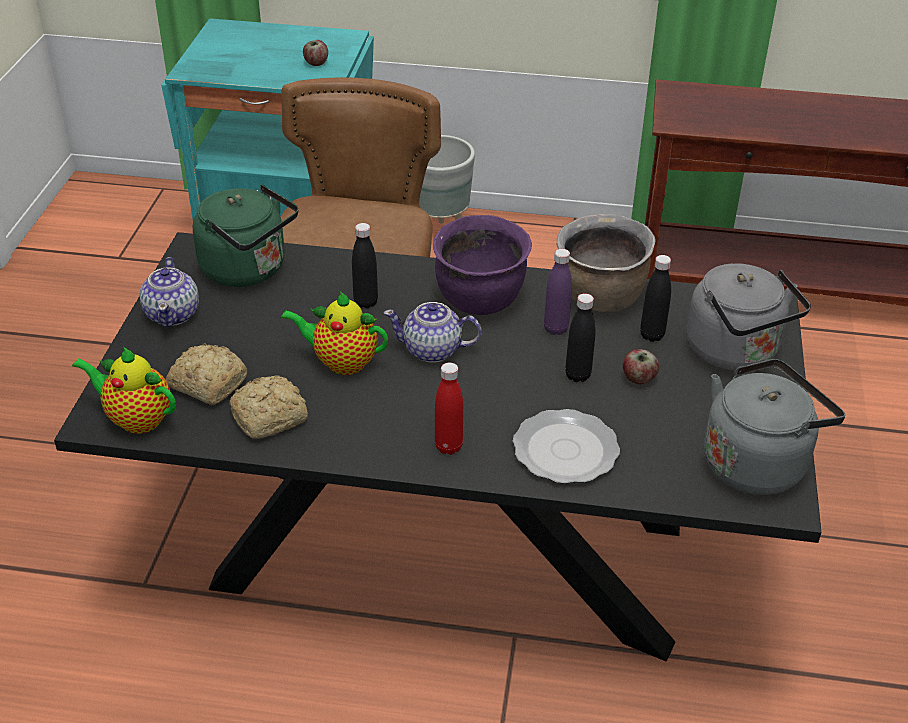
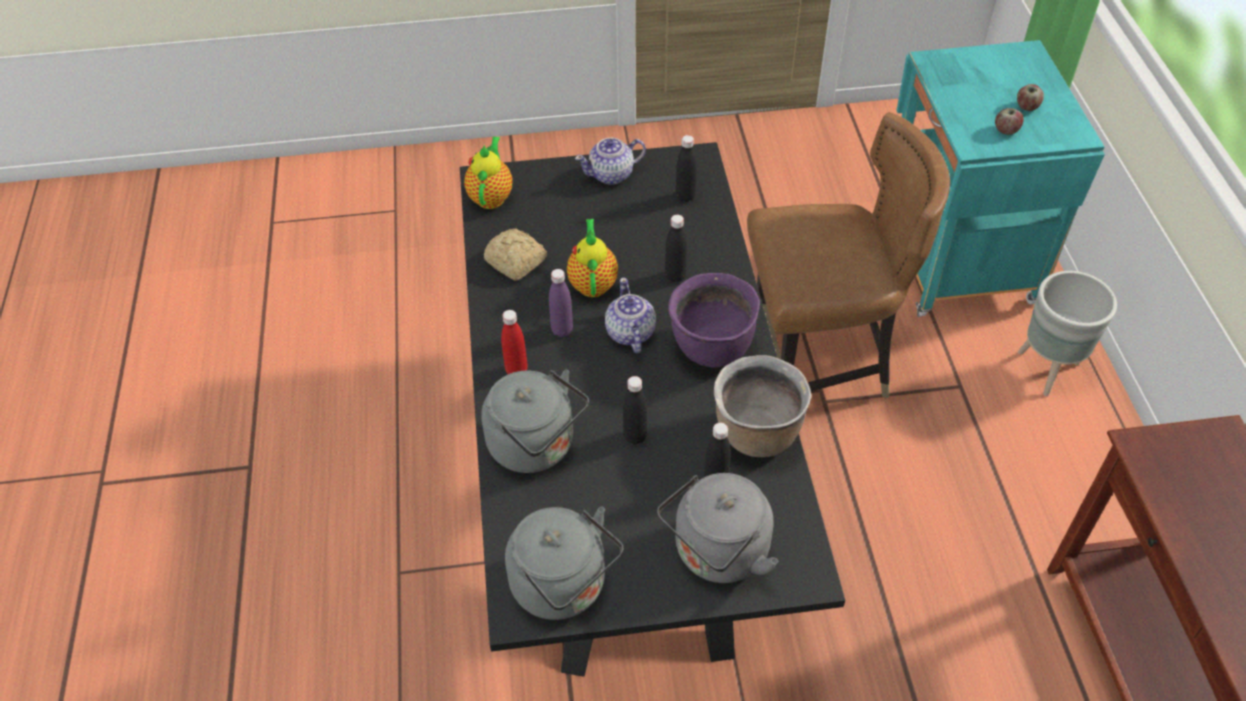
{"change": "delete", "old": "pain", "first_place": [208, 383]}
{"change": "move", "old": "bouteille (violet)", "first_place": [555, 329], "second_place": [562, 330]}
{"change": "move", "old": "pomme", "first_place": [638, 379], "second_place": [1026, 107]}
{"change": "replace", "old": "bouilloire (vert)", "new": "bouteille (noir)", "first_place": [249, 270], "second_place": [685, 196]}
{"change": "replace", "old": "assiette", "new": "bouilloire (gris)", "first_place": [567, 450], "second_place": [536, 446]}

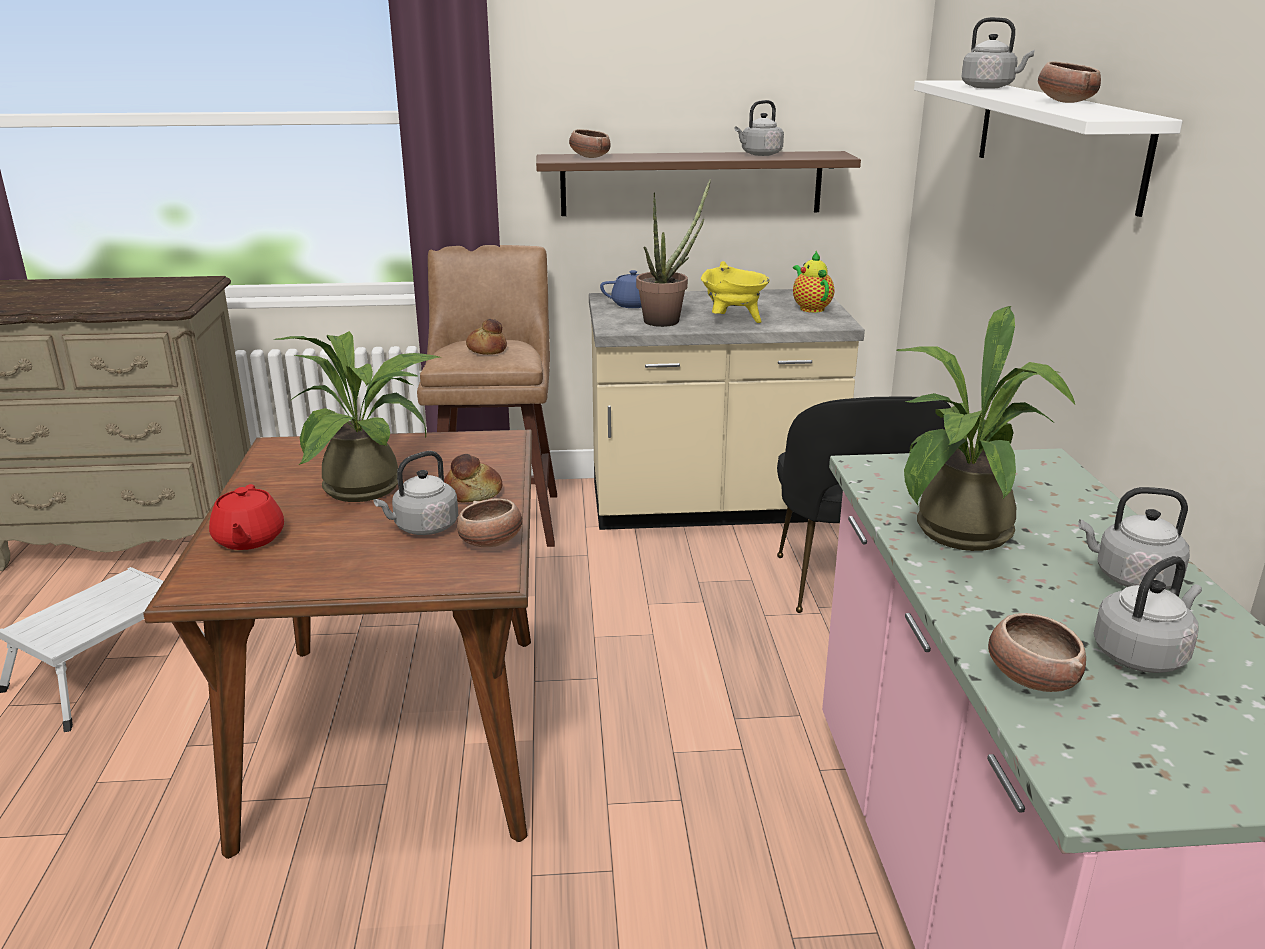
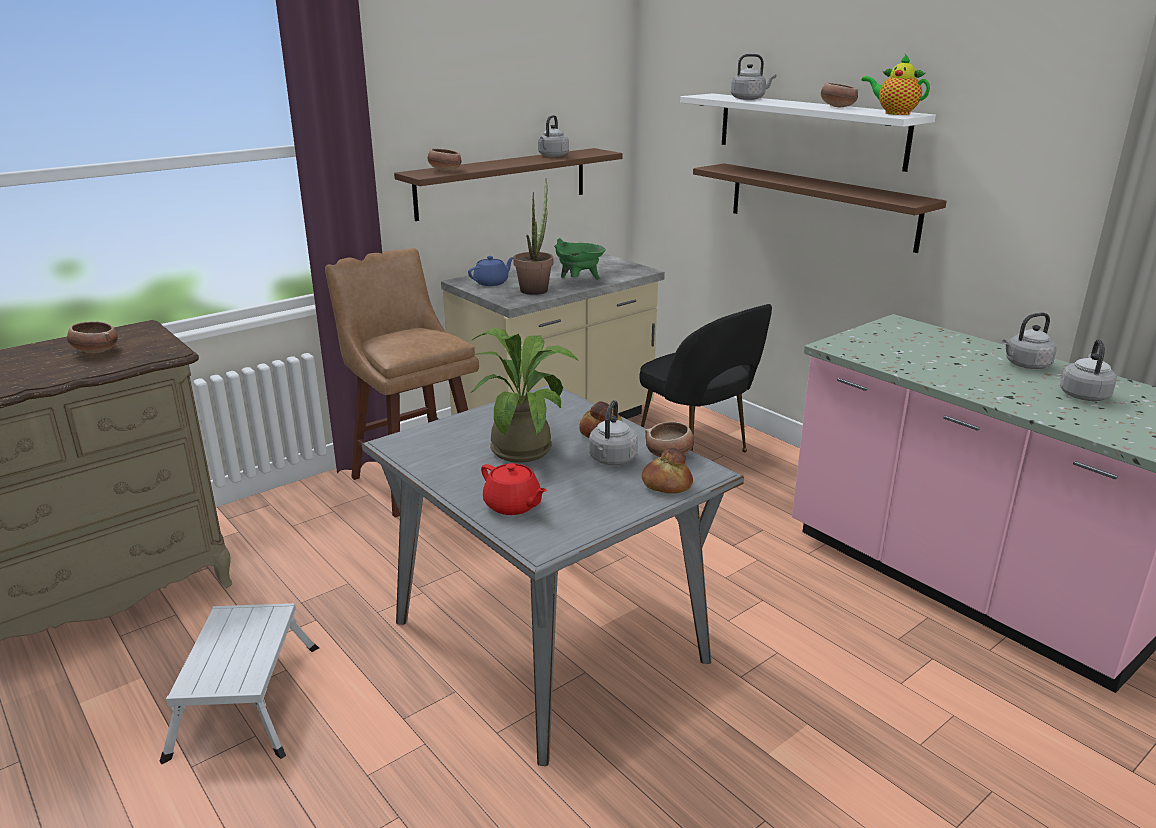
{"change": "delete", "old": "plante en pot", "first_place": [957, 536]}
{"change": "insert", "new": "étagère (marron)", "second_place": [821, 205]}
{"change": "move", "old": "pain", "first_place": [487, 349], "second_place": [666, 484]}
{"change": "move", "old": "théière", "first_place": [810, 308], "second_place": [894, 113]}
{"change": "move", "old": "bol", "first_place": [1030, 678], "second_place": [95, 351]}
{"change": "recolor", "old": "table à manger (marron)", "new": "table à manger (gris)", "first_place": [398, 734], "second_place": [550, 641]}
{"change": "recolor", "old": "marmite (jaune)", "new": "marmite (vert)", "first_place": [733, 321], "second_place": [579, 281]}

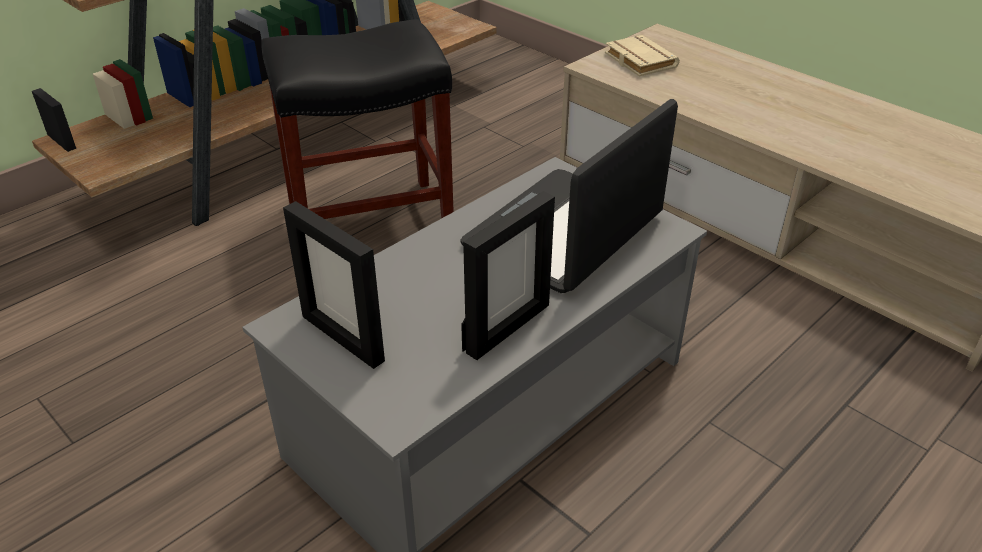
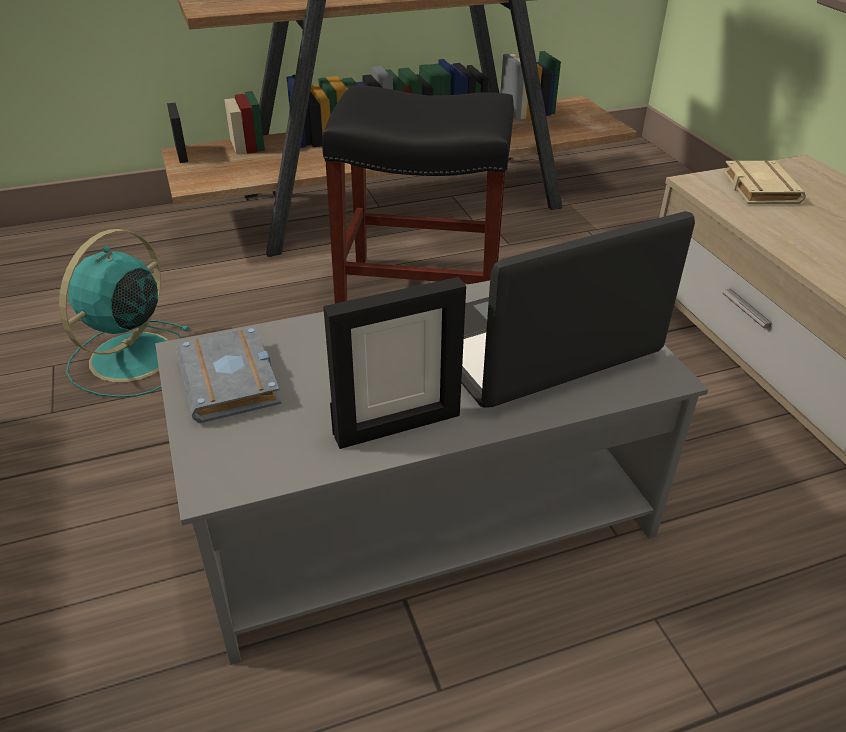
{"change": "insert", "new": "ventilateur (turquoise)", "second_place": [129, 359]}
{"change": "replace", "old": "cadre photo", "new": "livre (gris)", "first_place": [344, 337], "second_place": [233, 382]}

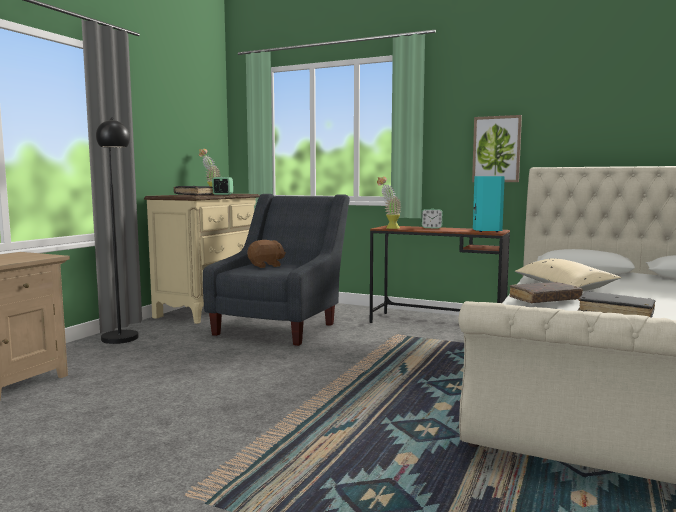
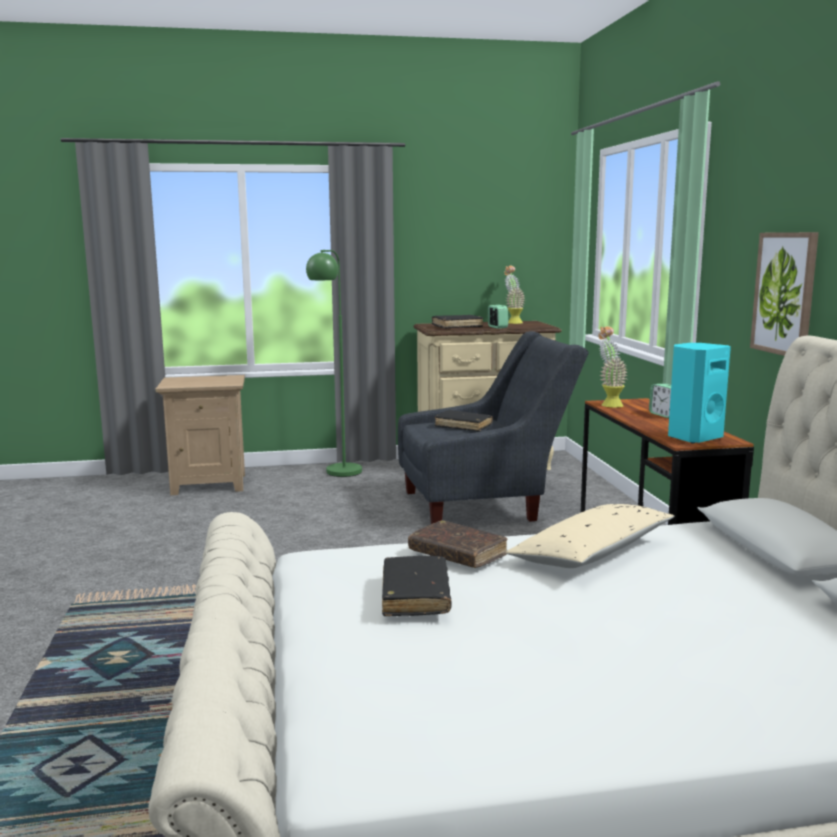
{"change": "replace", "old": "peluche (marron)", "new": "livre (noir)", "first_place": [266, 266], "second_place": [463, 426]}
{"change": "recolor", "old": "lampadaire (noir)", "new": "lampadaire (vert)", "first_place": [122, 341], "second_place": [338, 475]}

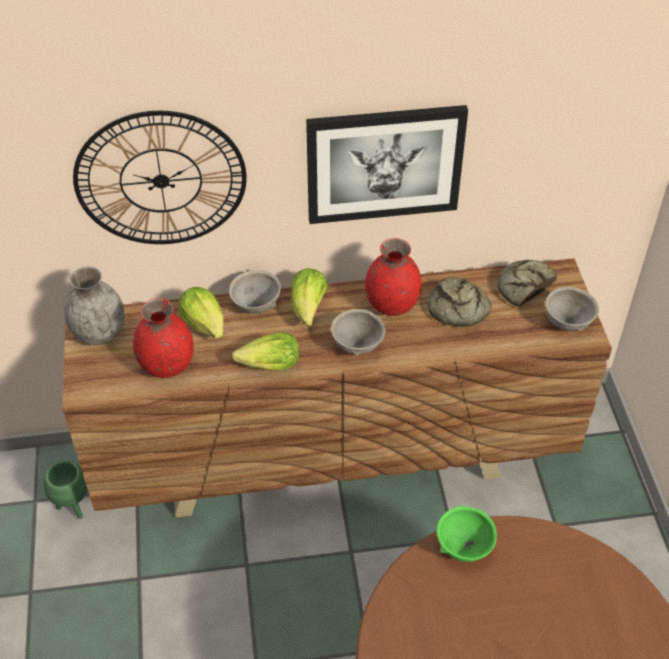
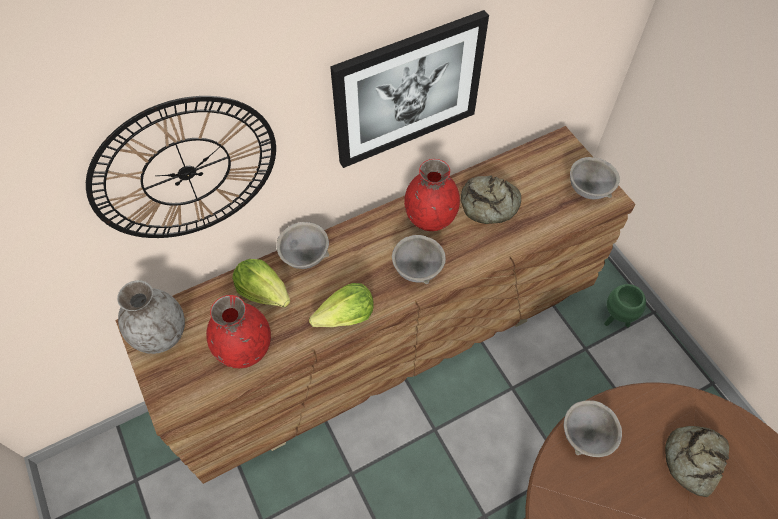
{"change": "delete", "old": "laitue", "first_place": [308, 309]}
{"change": "move", "old": "cache-pot (vert)", "first_place": [74, 507], "second_place": [616, 319]}
{"change": "move", "old": "pain", "first_place": [523, 286], "second_place": [693, 460]}
{"change": "recolor", "old": "bol (vert)", "new": "bol (gris)", "first_place": [464, 547], "second_place": [586, 436]}

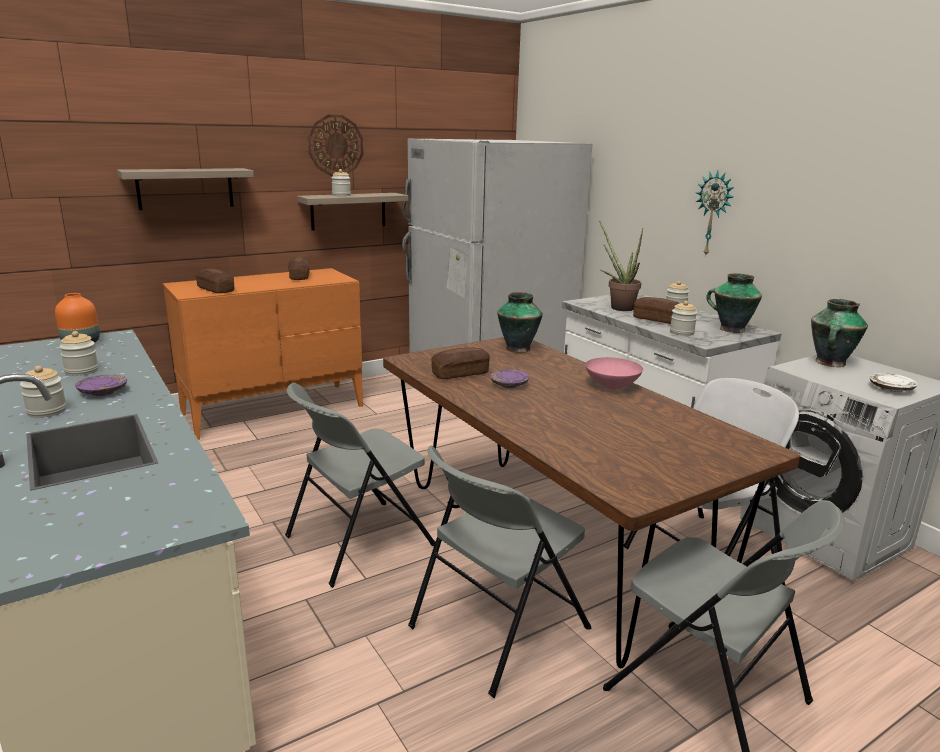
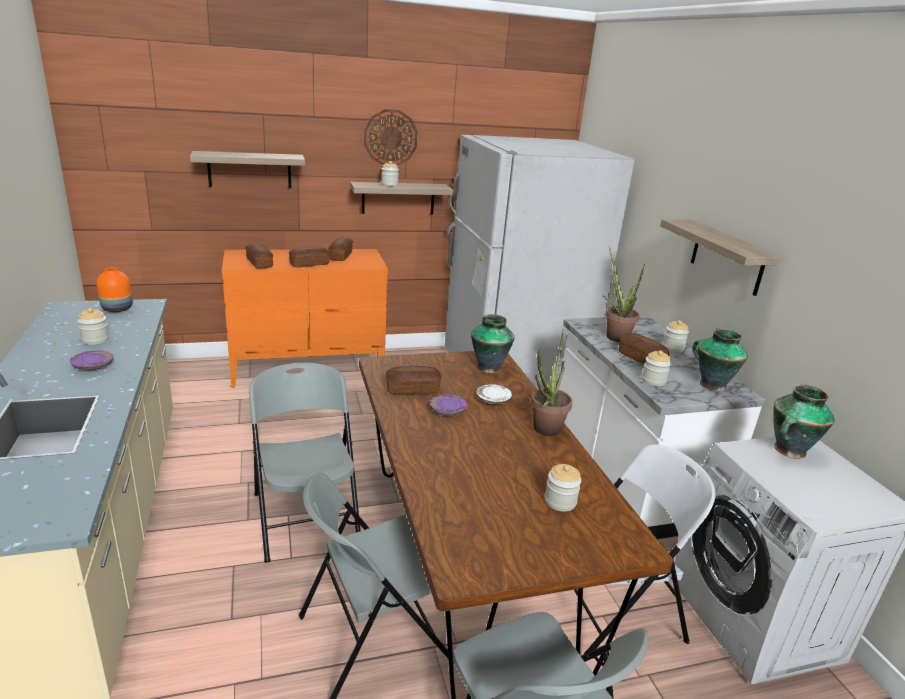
{"change": "insert", "new": "pain", "second_place": [309, 264]}
{"change": "move", "old": "bocal", "first_place": [47, 411], "second_place": [560, 501]}
{"change": "move", "old": "assiette (blanc)", "first_place": [891, 389], "second_place": [493, 400]}
{"change": "replace", "old": "bol (rose)", "new": "plante en pot", "first_place": [611, 386], "second_place": [544, 431]}
{"change": "replace", "old": "horloge murale", "new": "étagère", "first_place": [714, 214], "second_place": [727, 257]}
{"change": "rotate", "old": "chaise (gris)", "first_place": [359, 540], "second_place": [306, 518], "degrees": 90}

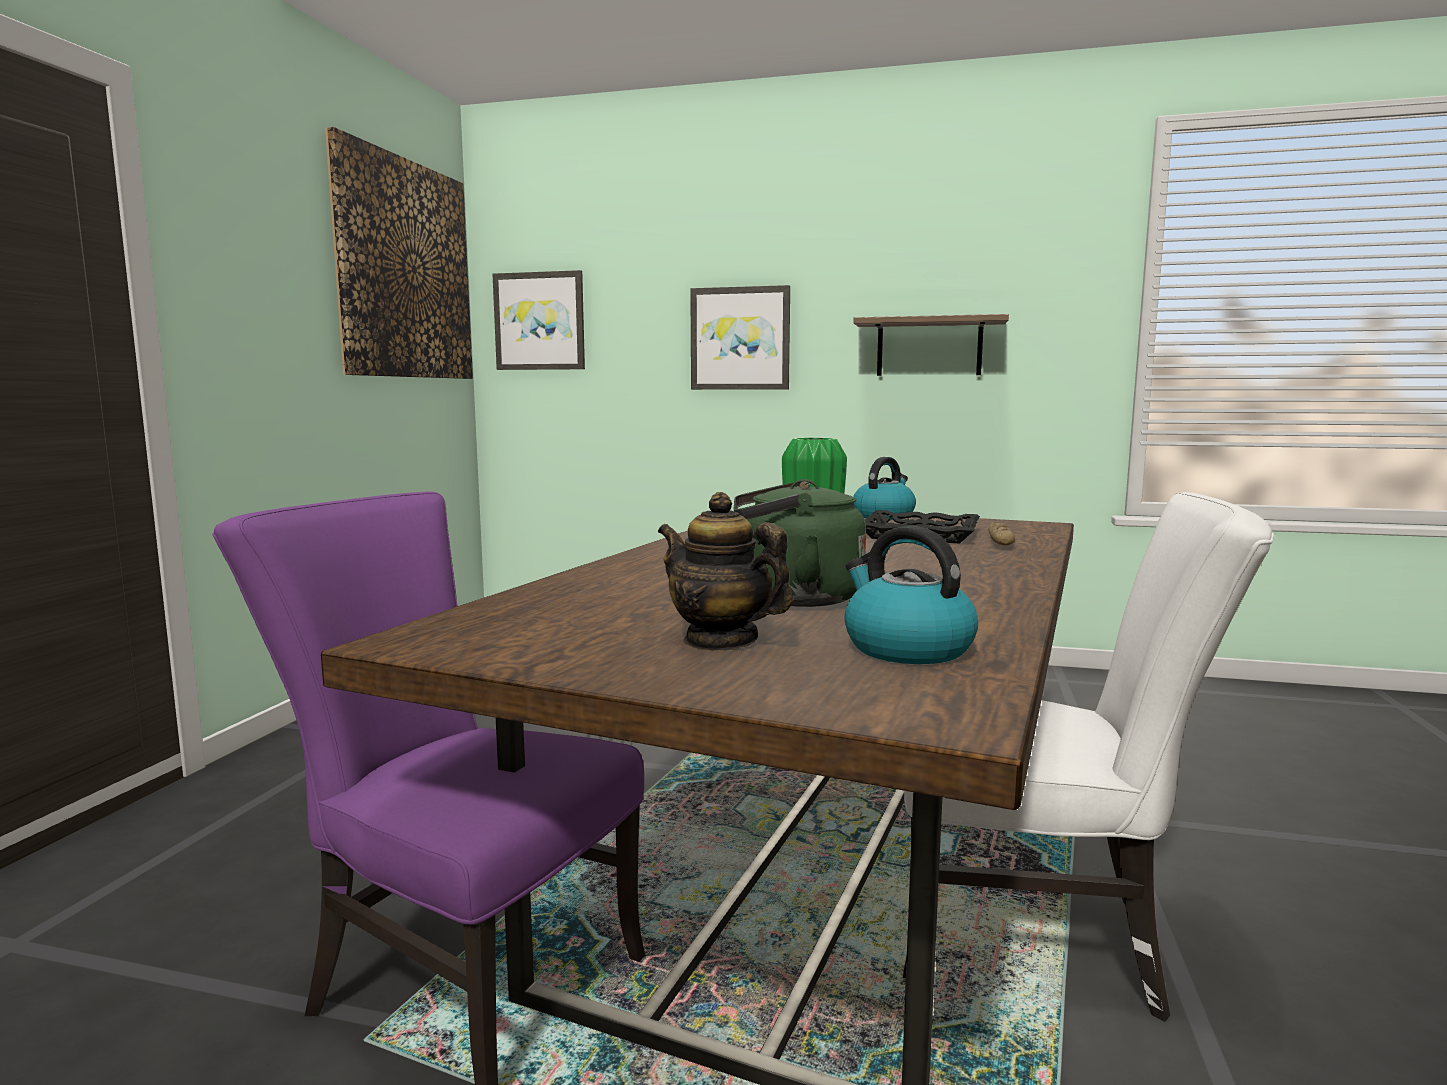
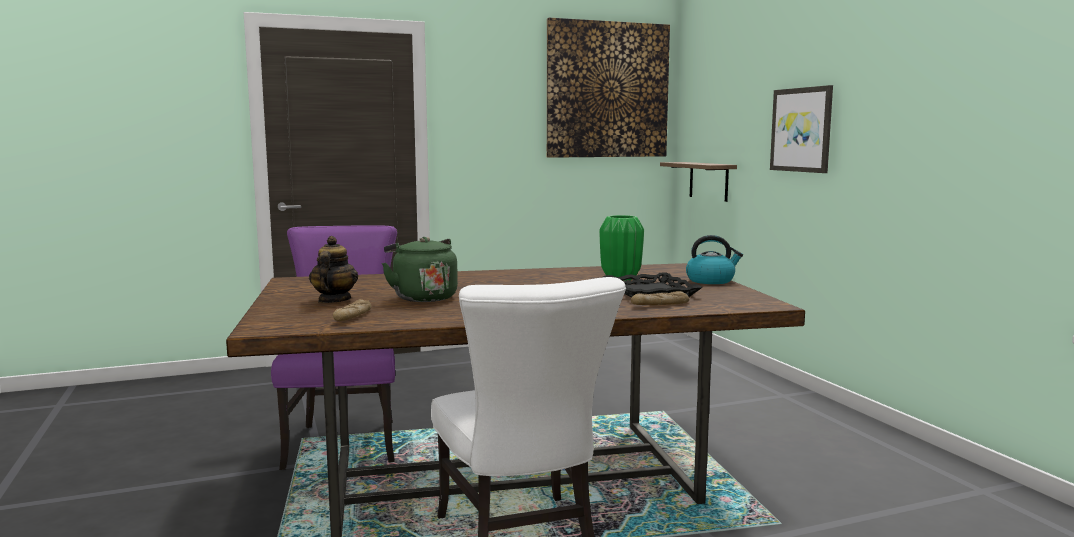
{"change": "delete", "old": "tableau", "first_place": [540, 321]}
{"change": "move", "old": "étagère", "first_place": [929, 347], "second_place": [708, 181]}
{"change": "replace", "old": "bouilloire", "new": "pain", "first_place": [906, 648], "second_place": [353, 317]}

